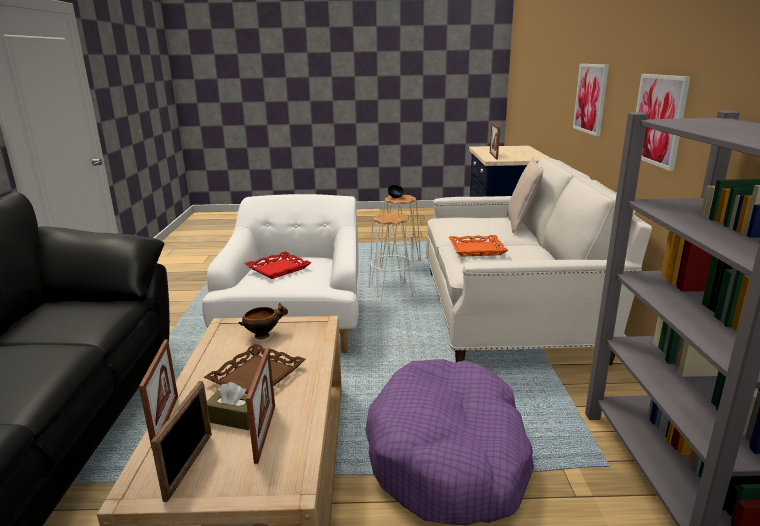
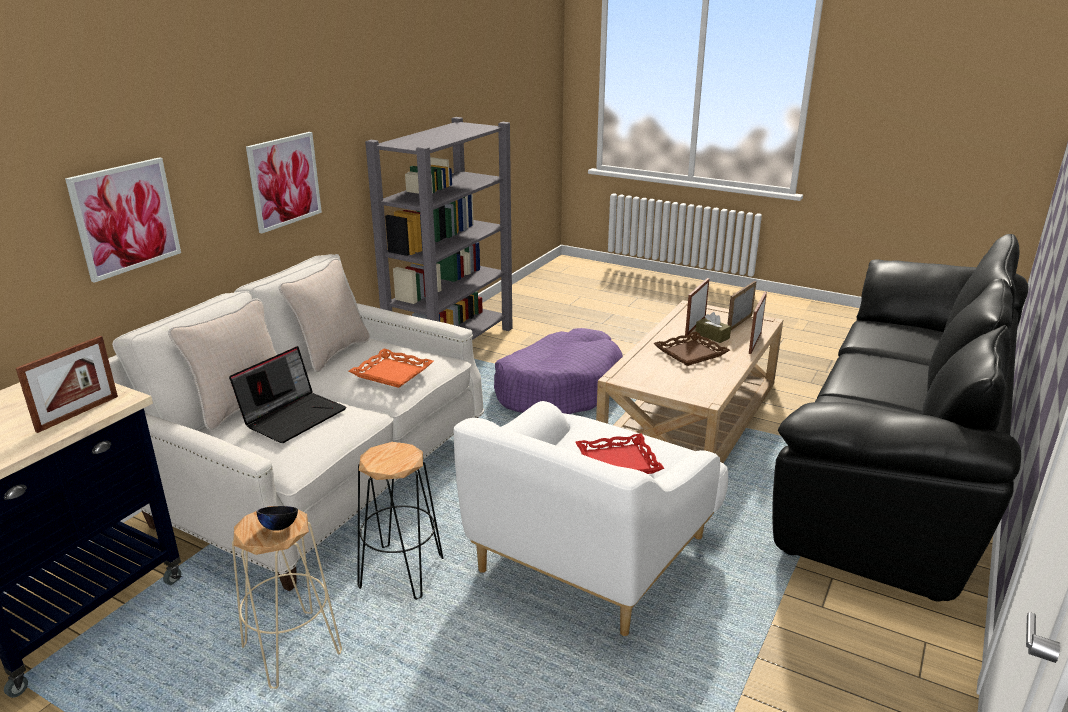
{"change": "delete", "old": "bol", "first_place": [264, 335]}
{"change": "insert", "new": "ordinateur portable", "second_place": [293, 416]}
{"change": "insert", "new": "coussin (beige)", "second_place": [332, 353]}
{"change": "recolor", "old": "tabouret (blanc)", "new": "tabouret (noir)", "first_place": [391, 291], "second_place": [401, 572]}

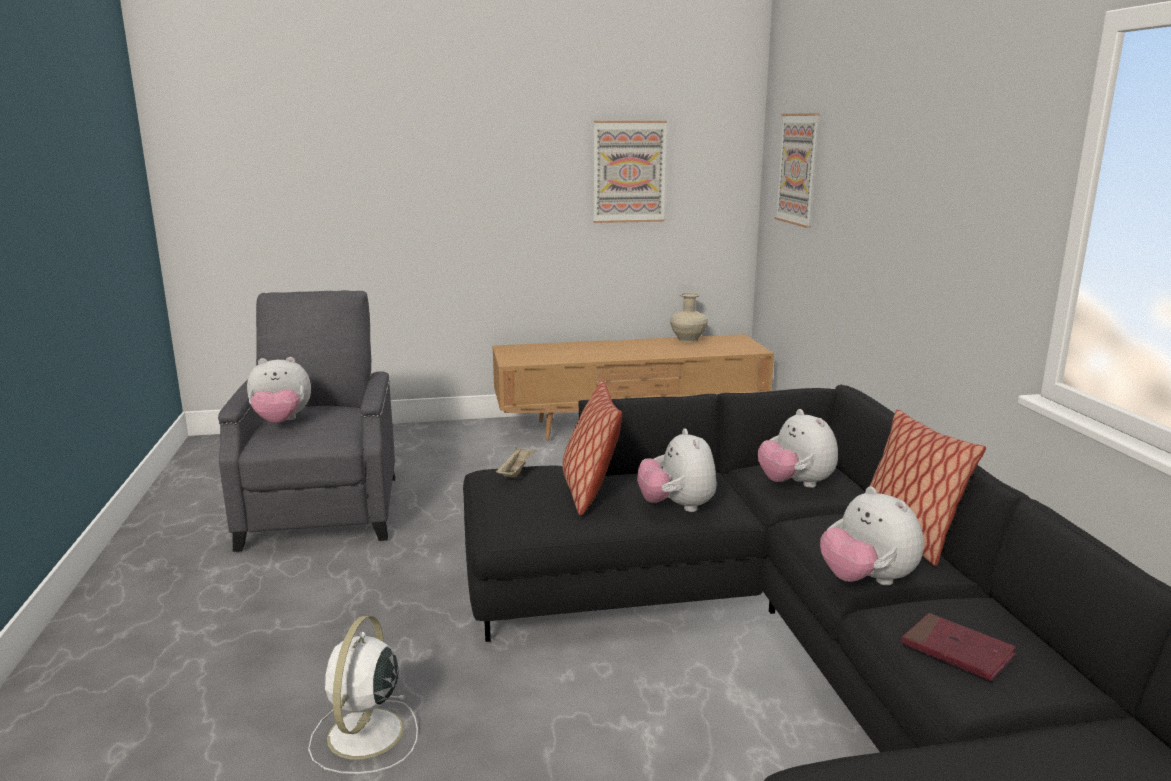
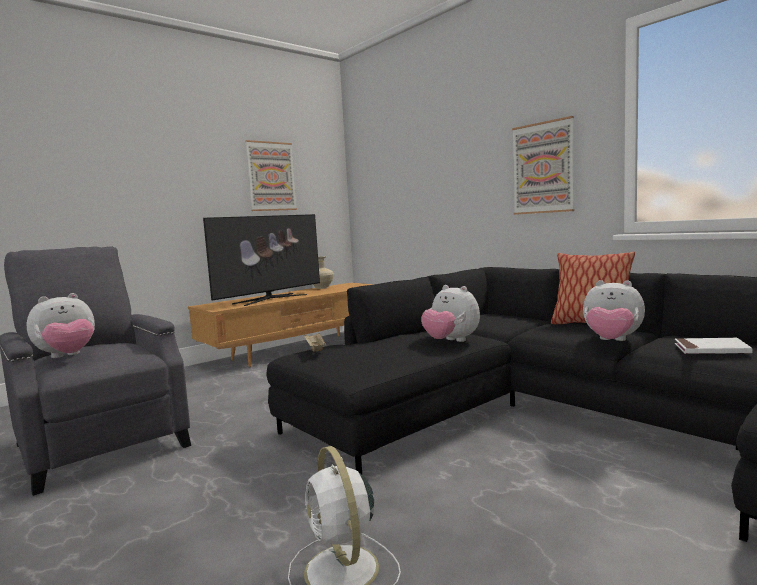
{"change": "delete", "old": "coussin", "first_place": [589, 492]}
{"change": "delete", "old": "peluche", "first_place": [795, 484]}
{"change": "insert", "new": "téléviseur", "second_place": [270, 299]}
{"change": "move", "old": "tableau", "first_place": [797, 169], "second_place": [543, 168]}
{"change": "recolor", "old": "livre (rouge)", "new": "livre (blanc)", "first_place": [957, 651], "second_place": [711, 349]}

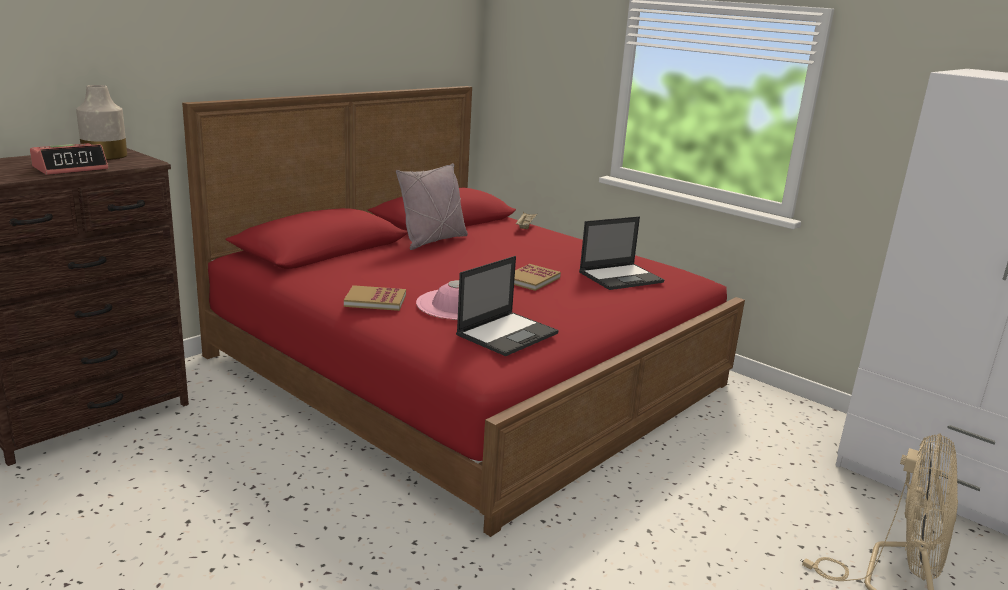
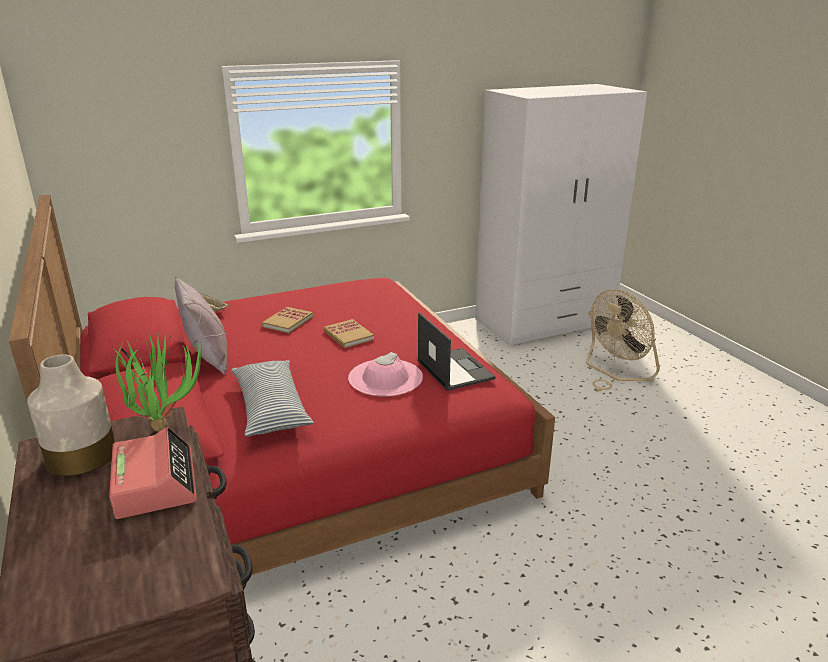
{"change": "delete", "old": "ordinateur portable", "first_place": [621, 277]}
{"change": "insert", "new": "plante en pot", "second_place": [163, 423]}
{"change": "insert", "new": "coussin", "second_place": [270, 407]}
{"change": "move", "old": "livre", "first_place": [375, 300], "second_place": [288, 322]}

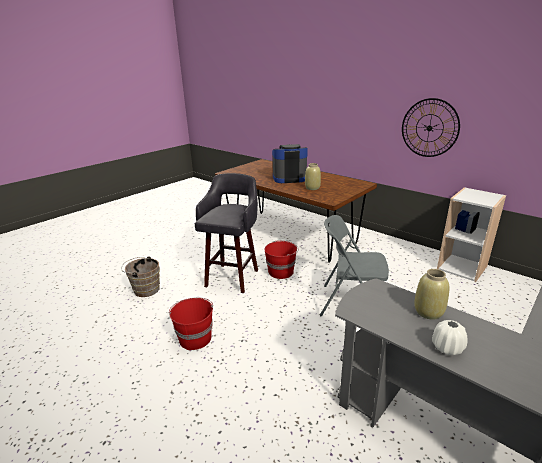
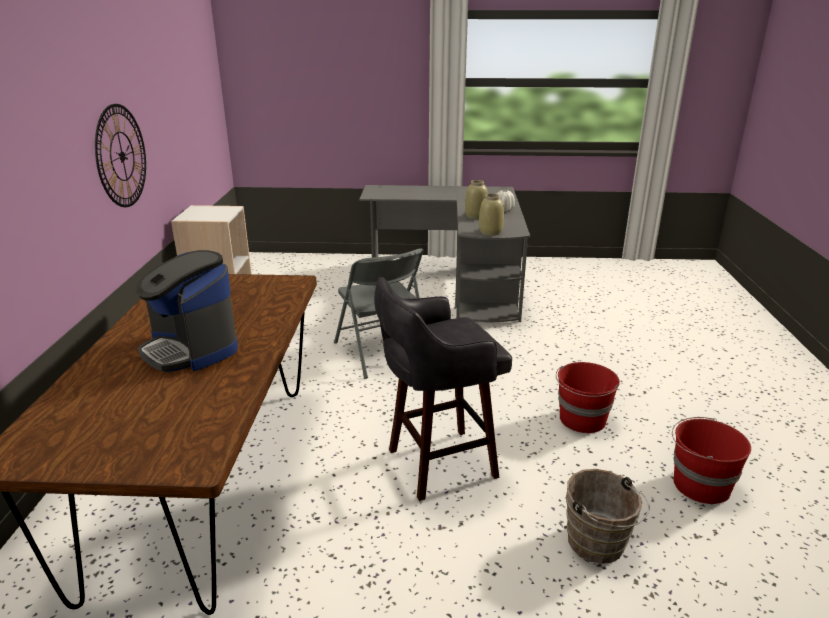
{"change": "move", "old": "seau (rouge)", "first_place": [281, 272], "second_place": [699, 485]}
{"change": "move", "old": "vase (beige)", "first_place": [312, 188], "second_place": [490, 232]}

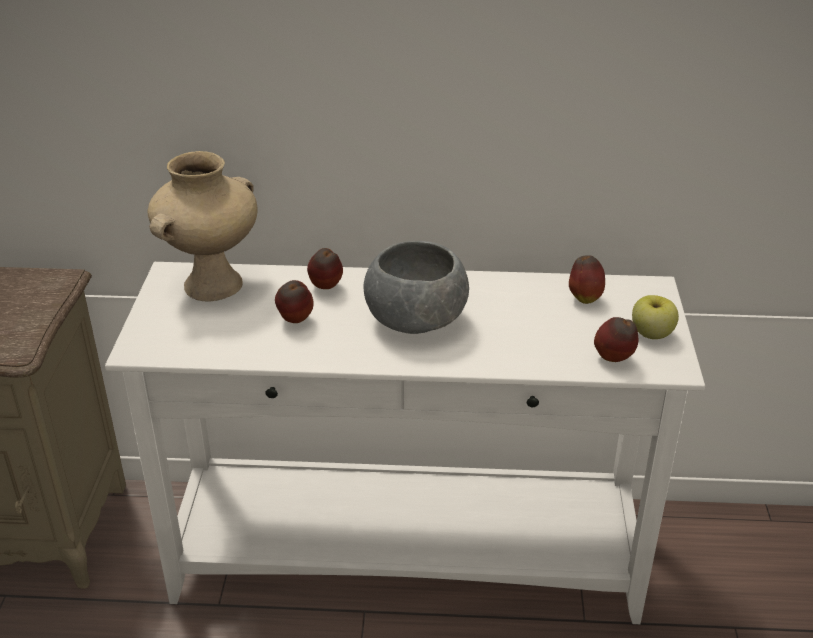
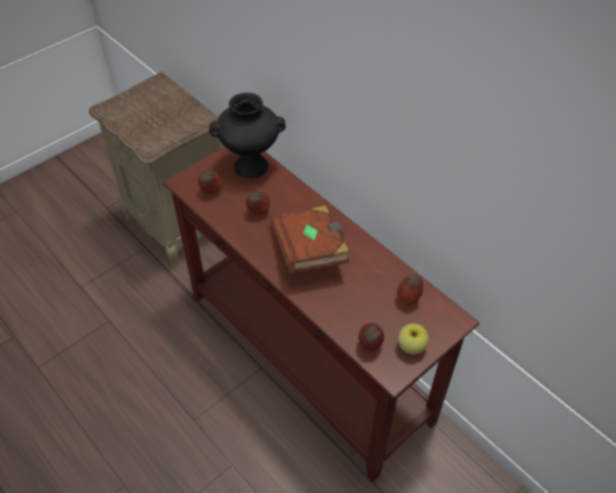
{"change": "move", "old": "pomme", "first_place": [326, 288], "second_place": [211, 191]}
{"change": "replace", "old": "bol (gris)", "new": "livre (marron)", "first_place": [416, 319], "second_place": [310, 250]}
{"change": "recolor", "old": "table console (blanc)", "new": "table console (marron)", "first_place": [408, 554], "second_place": [309, 357]}
{"change": "recolor", "old": "vase (beige)", "new": "vase (noir)", "first_place": [213, 284], "second_place": [251, 165]}

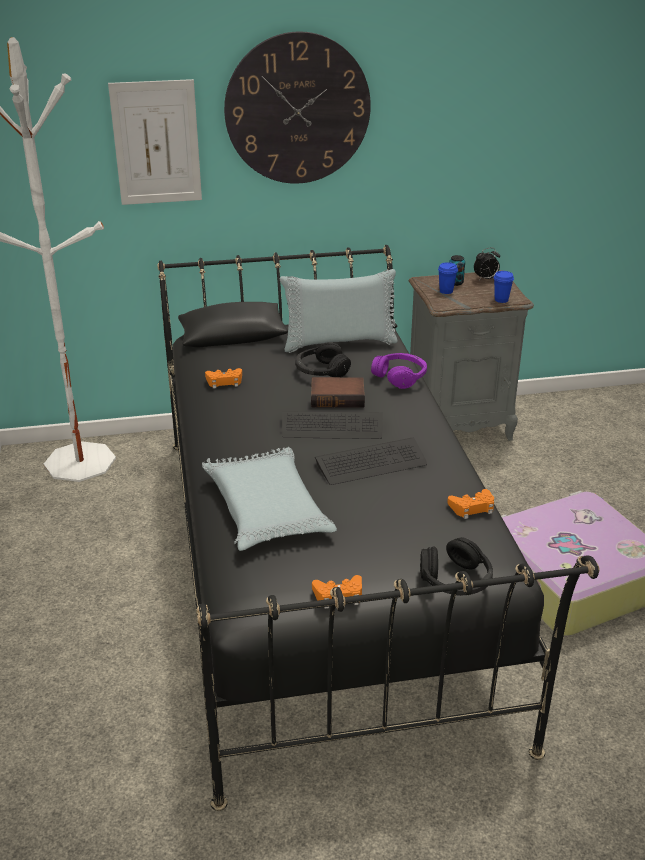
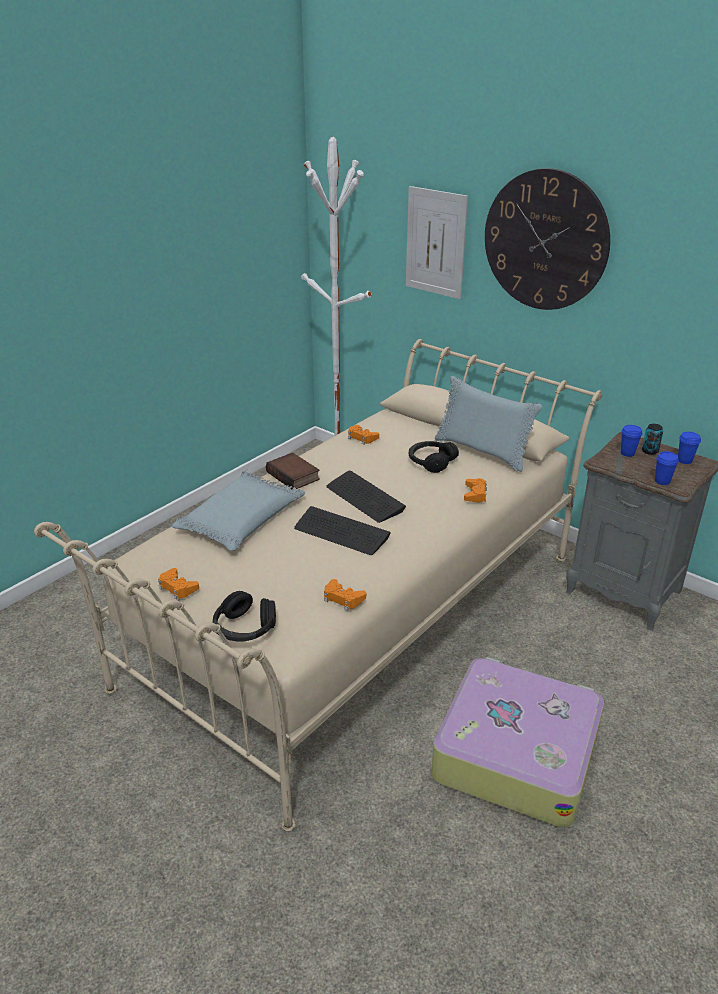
{"change": "move", "old": "livre", "first_place": [338, 397], "second_place": [294, 476]}
{"change": "replace", "old": "casque audio (violet)", "new": "manette (orange)", "first_place": [400, 377], "second_place": [475, 494]}
{"change": "replace", "old": "réveil", "new": "tasse (bleu)", "first_place": [485, 279], "second_place": [684, 460]}
{"change": "recolor", "old": "lit (noir)", "new": "lit (beige)", "first_place": [321, 572], "second_place": [358, 618]}

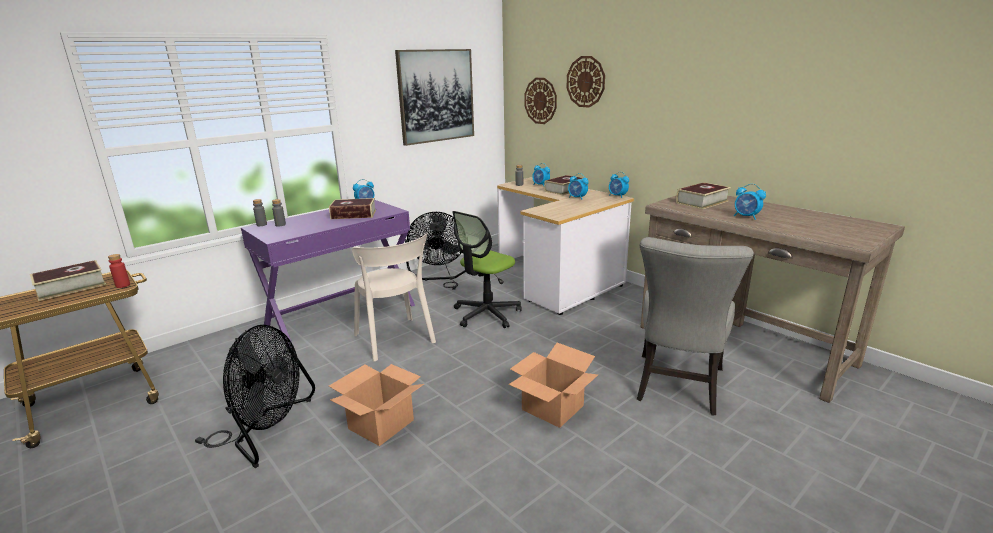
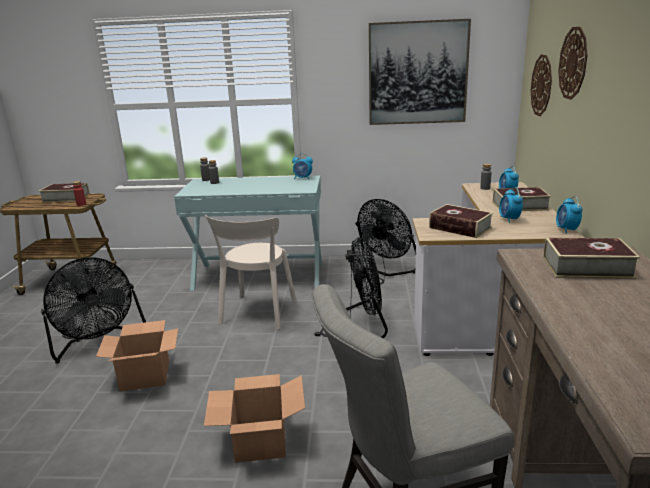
{"change": "delete", "old": "réveil", "first_place": [746, 217]}
{"change": "move", "old": "livre", "first_place": [353, 214], "second_place": [460, 228]}
{"change": "replace", "old": "chaise de bureau", "new": "ventilateur (noir)", "first_place": [486, 314], "second_place": [358, 322]}
{"change": "recolor", "old": "bureau (violet)", "new": "bureau (turquoise)", "first_place": [341, 315], "second_place": [259, 276]}

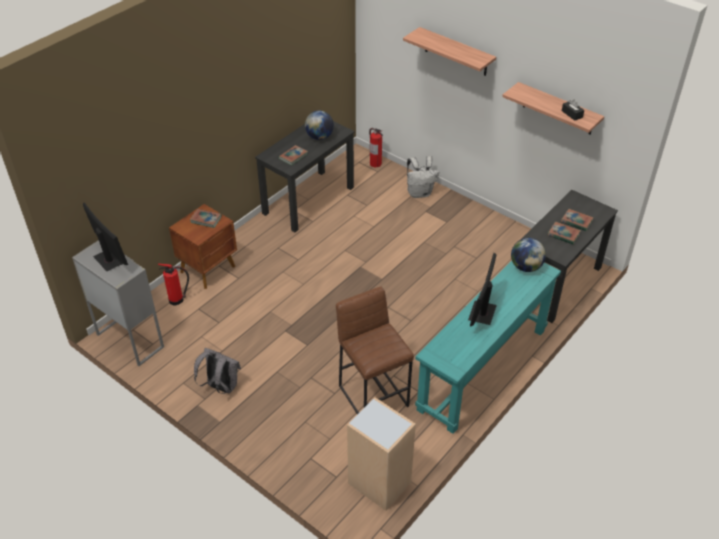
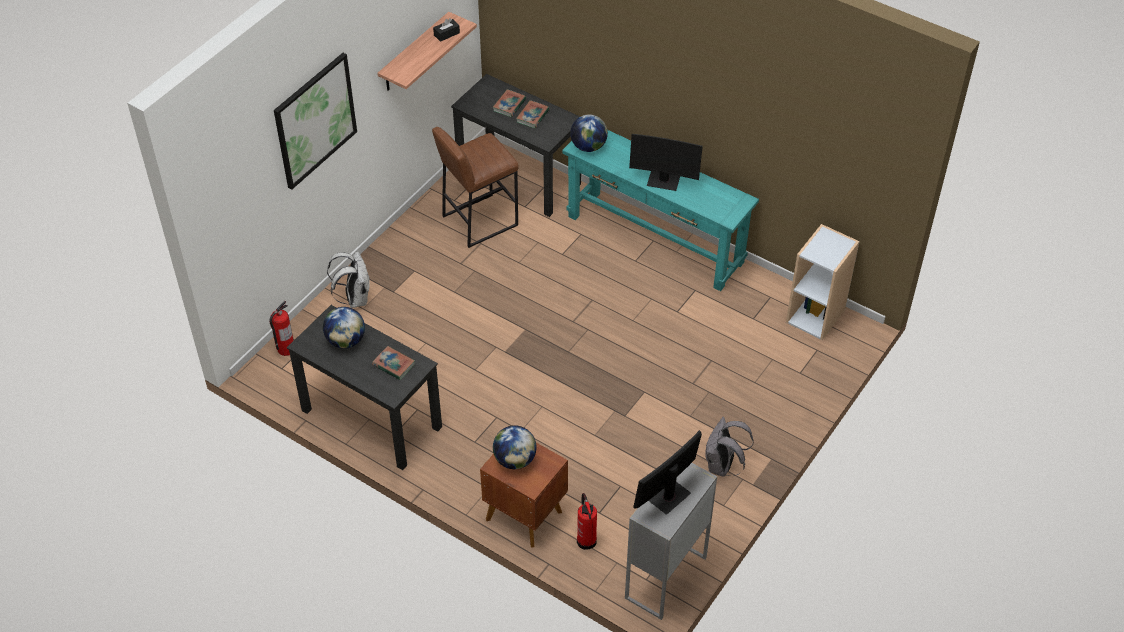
{"change": "move", "old": "tabouret (marron)", "first_place": [373, 395], "second_place": [479, 221]}
{"change": "replace", "old": "livre", "new": "globe", "first_place": [206, 220], "second_place": [515, 460]}
{"change": "replace", "old": "étagère", "new": "tableau", "first_place": [456, 52], "second_place": [315, 120]}

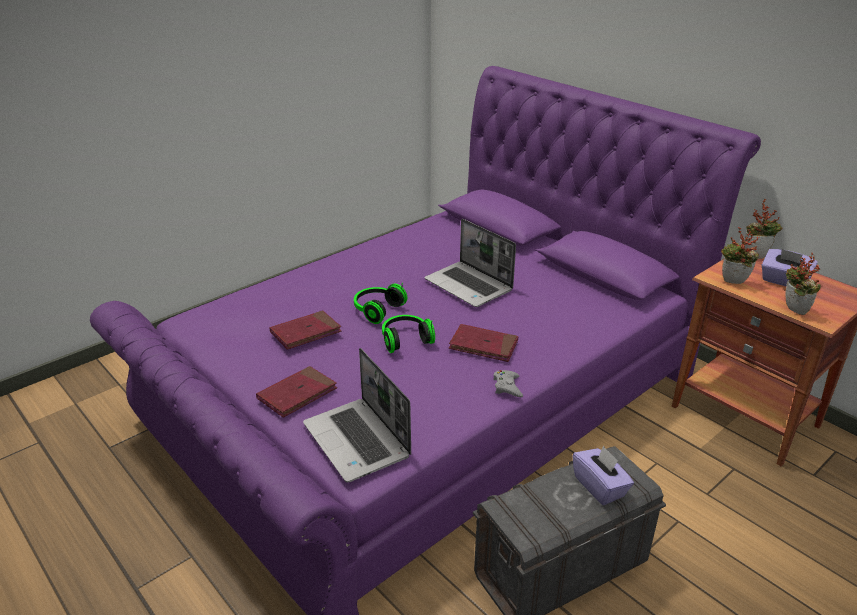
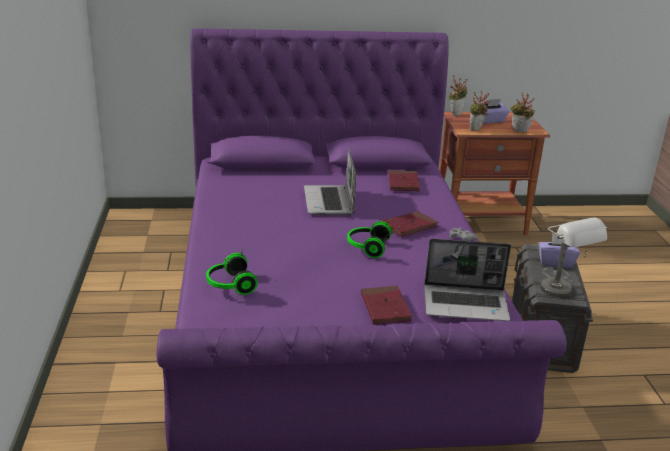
{"change": "insert", "new": "lampe de table (gris)", "second_place": [563, 294]}
{"change": "move", "old": "livre (rouge)", "first_place": [306, 332], "second_place": [403, 183]}
{"change": "move", "old": "casque audio", "first_place": [376, 310], "second_place": [229, 285]}
{"change": "rotate", "old": "ordinateur portable", "first_place": [469, 286], "second_place": [329, 202], "degrees": 90}

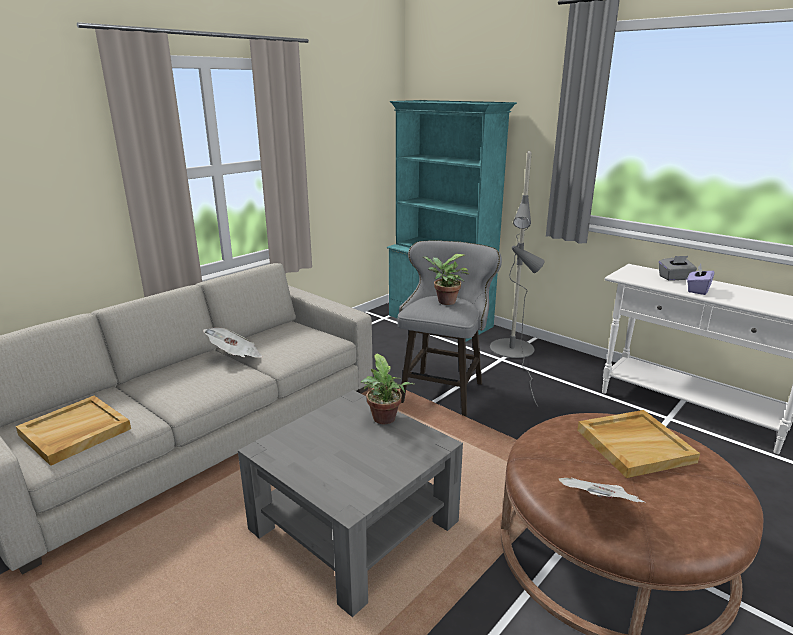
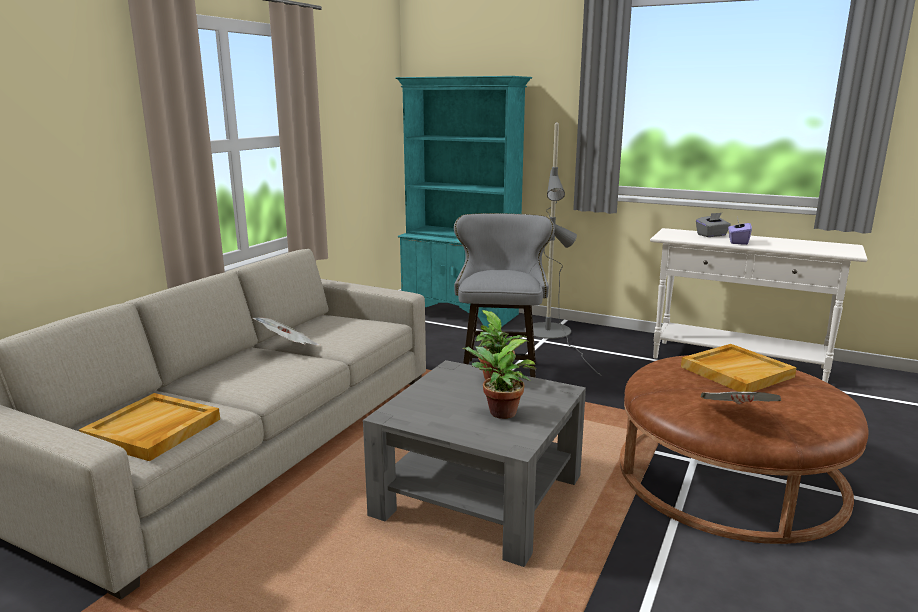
{"change": "move", "old": "plante en pot", "first_place": [444, 302], "second_place": [499, 413]}

